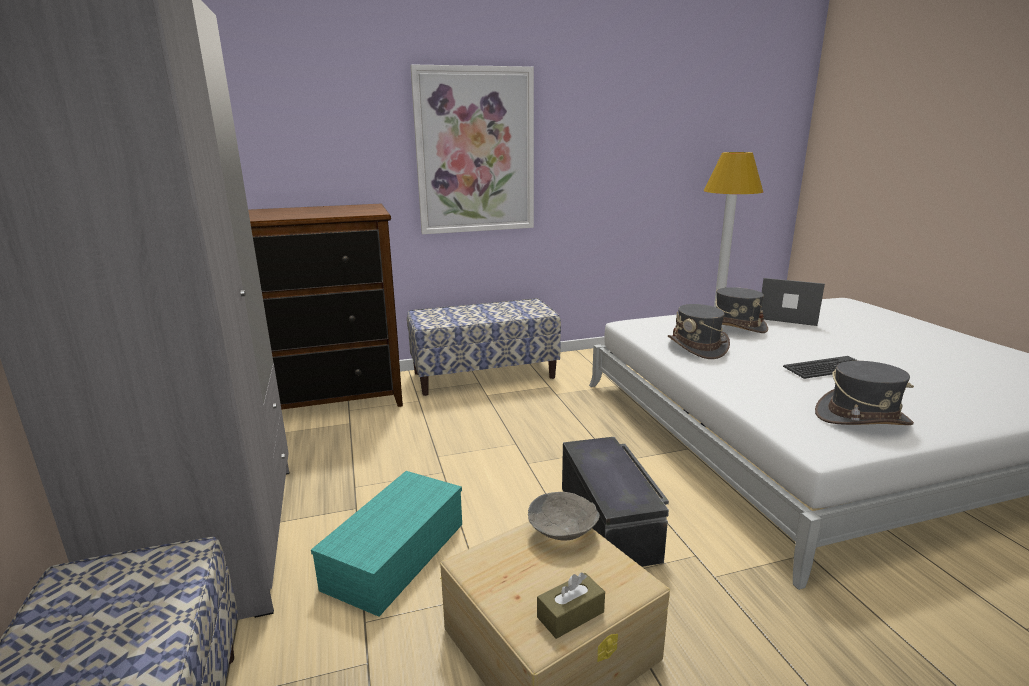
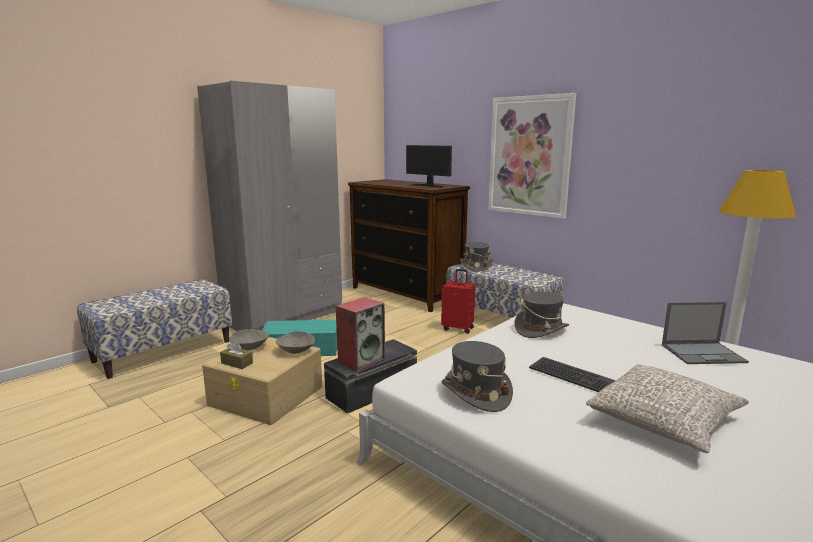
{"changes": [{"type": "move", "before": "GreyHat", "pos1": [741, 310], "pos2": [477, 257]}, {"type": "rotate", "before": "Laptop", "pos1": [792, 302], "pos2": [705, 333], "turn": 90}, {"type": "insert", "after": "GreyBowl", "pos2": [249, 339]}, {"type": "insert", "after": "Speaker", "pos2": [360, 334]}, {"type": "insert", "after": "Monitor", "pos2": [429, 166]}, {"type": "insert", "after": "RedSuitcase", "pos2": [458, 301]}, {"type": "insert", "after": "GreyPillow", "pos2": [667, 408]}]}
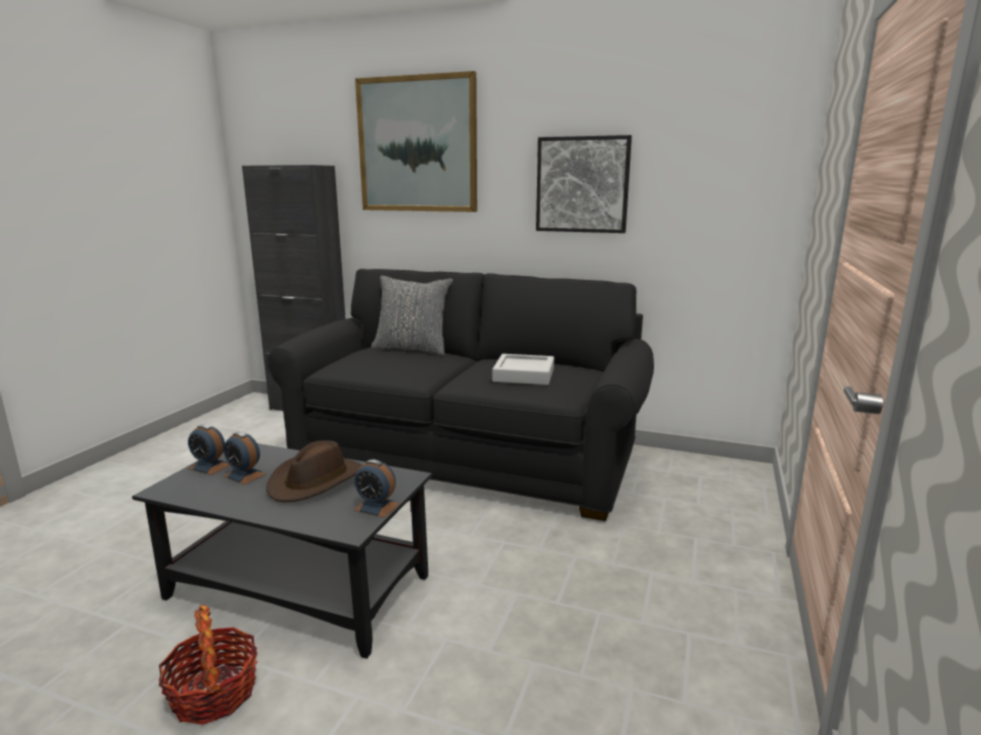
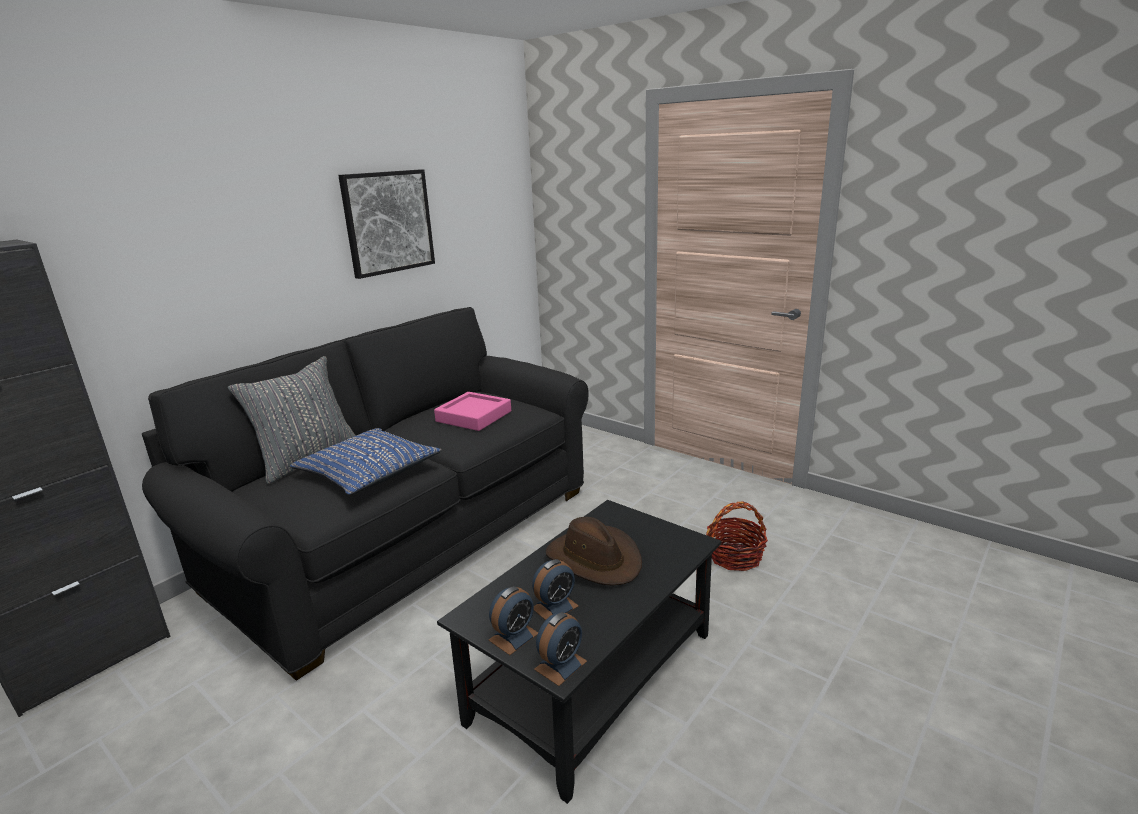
{"changes": [{"type": "move", "before": "Basket", "pos1": [208, 665], "pos2": [737, 536]}, {"type": "move", "before": "AlarmClock", "pos1": [376, 488], "pos2": [560, 649]}, {"type": "delete", "before": "Picture", "pos1": [416, 141]}, {"type": "recolor", "before": "GreyTray", "after": "PinkTray", "pos1": [523, 369], "pos2": [472, 411]}, {"type": "insert", "after": "BluePillow", "pos2": [366, 461]}]}
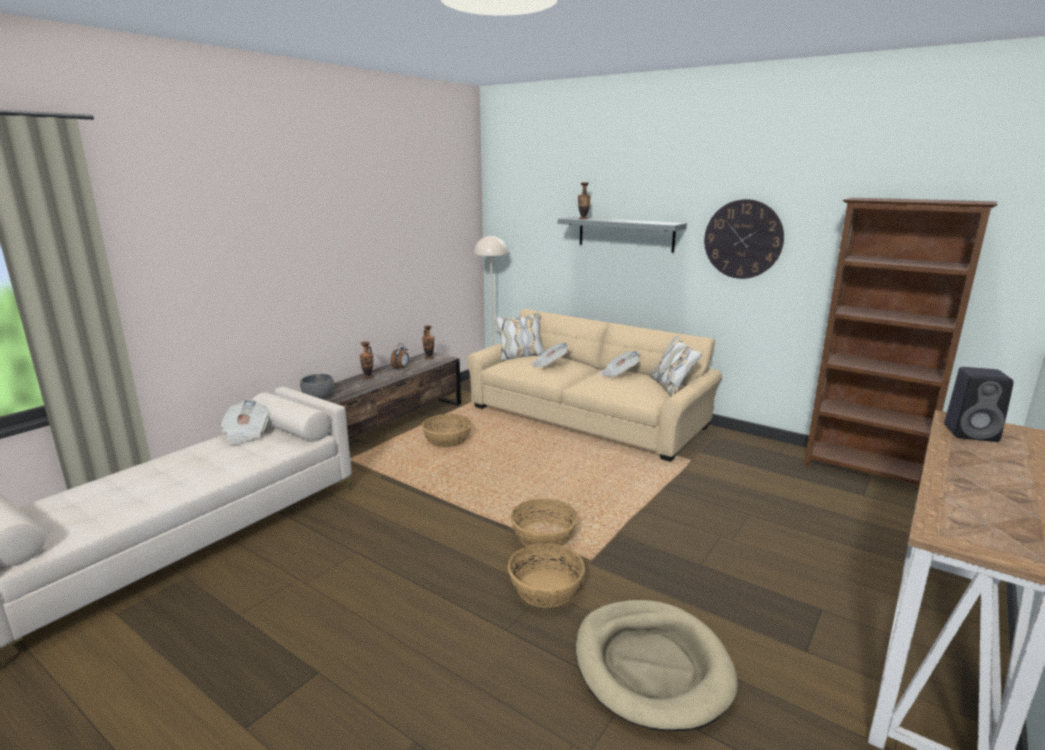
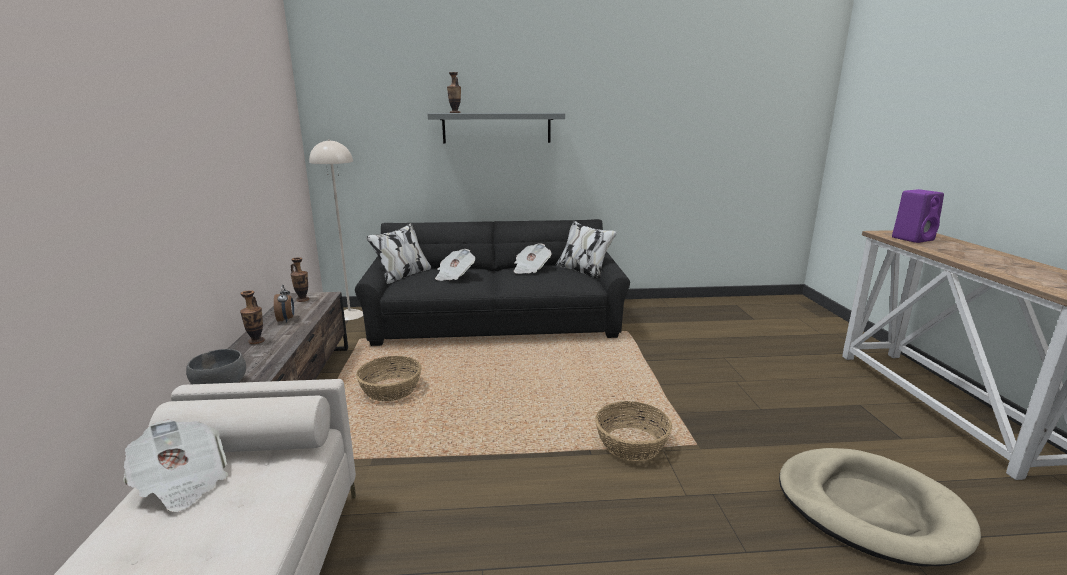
{"changes": [{"type": "recolor", "before": "BeigeSofa", "after": "BlackSofa", "pos1": [594, 385], "pos2": [492, 282]}, {"type": "delete", "before": "Basket", "pos1": [546, 575]}, {"type": "delete", "before": "WallClock", "pos1": [744, 239]}, {"type": "delete", "before": "BrownBookcase", "pos1": [901, 345]}, {"type": "recolor", "before": "BlackSpeaker", "after": "PurpleSpeaker", "pos1": [979, 404], "pos2": [918, 216]}]}
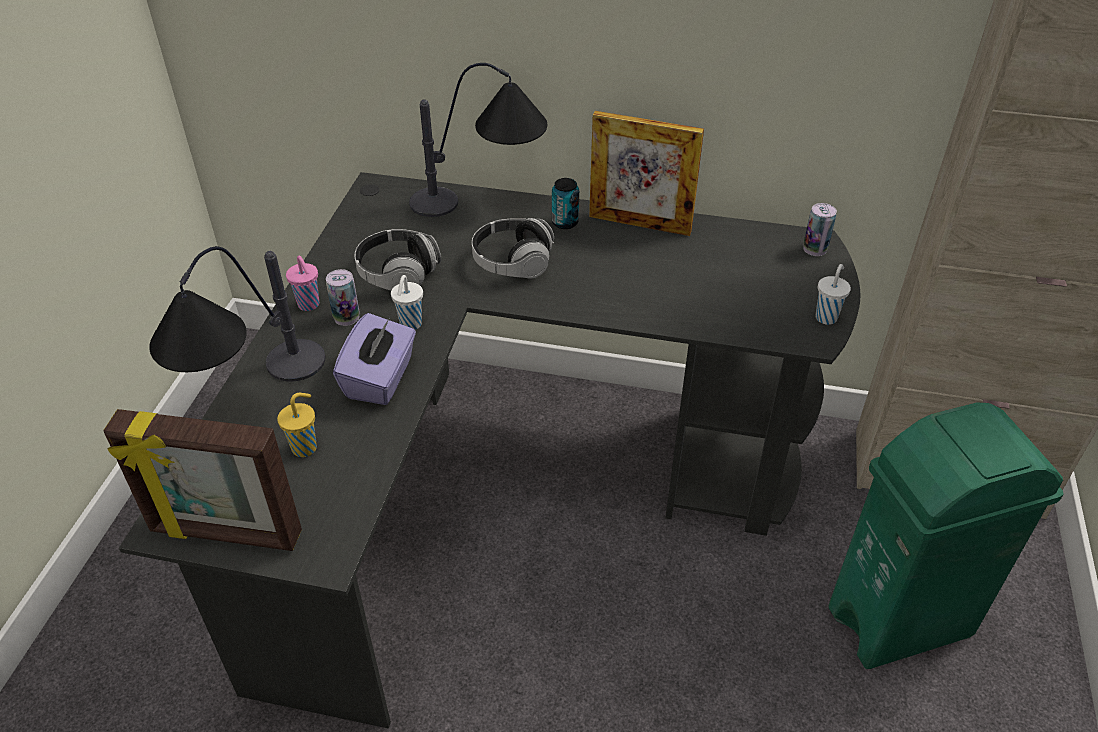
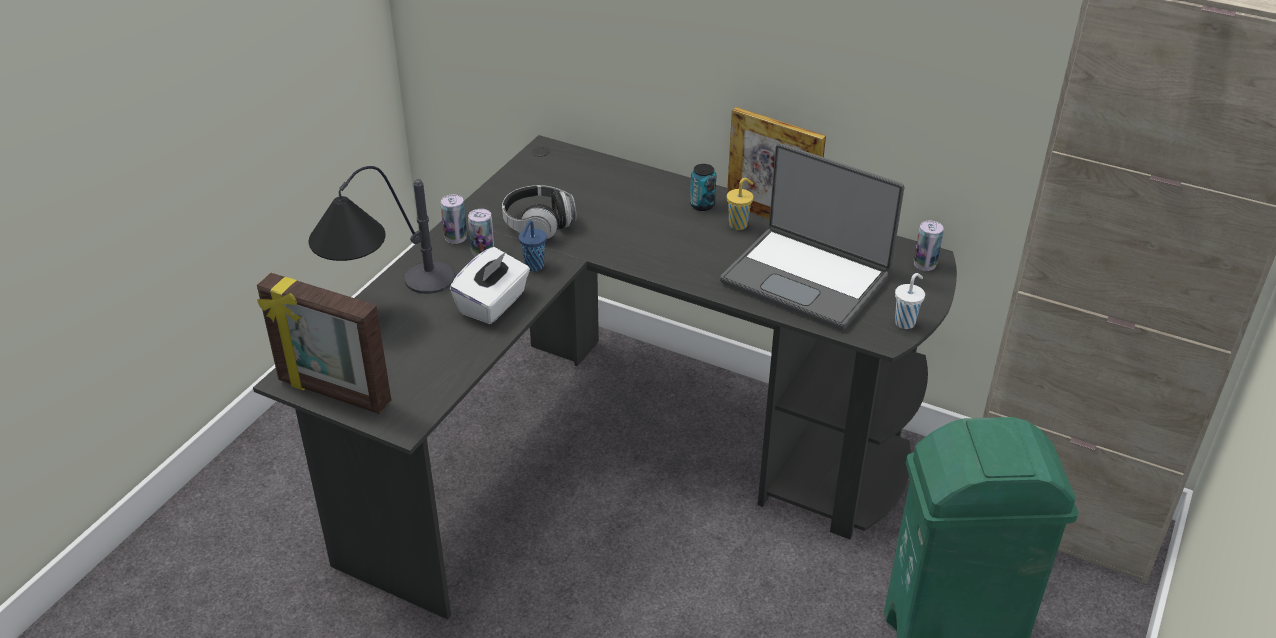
{"changes": [{"type": "move", "before": "YellowCup", "pos1": [297, 425], "pos2": [740, 204]}, {"type": "replace", "before": "PinkCup", "after": "Can", "pos1": [302, 283], "pos2": [454, 219]}, {"type": "recolor", "before": "PurpleTissueBox", "after": "WhiteTissueBox", "pos1": [374, 359], "pos2": [490, 285]}, {"type": "recolor", "before": "WhiteCup", "after": "BlueCup", "pos1": [407, 302], "pos2": [533, 245]}, {"type": "delete", "before": "TableLamp", "pos1": [478, 140]}, {"type": "delete", "before": "Headphones", "pos1": [513, 248]}, {"type": "insert", "after": "Laptop", "pos2": [812, 236]}]}
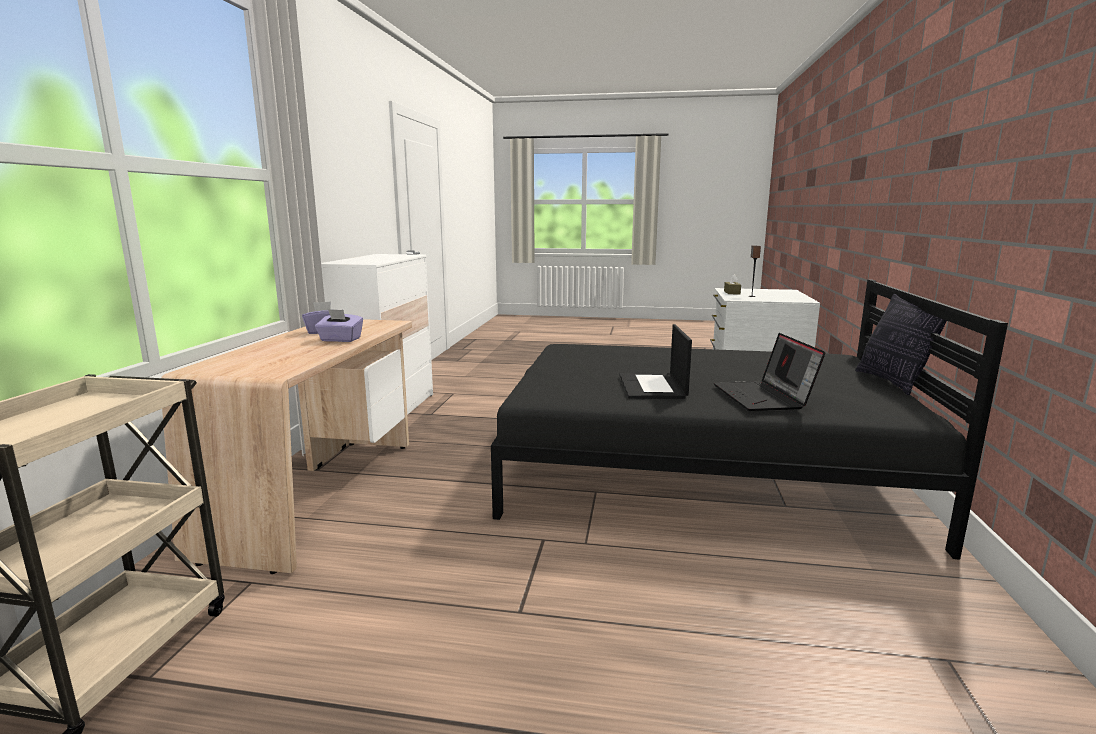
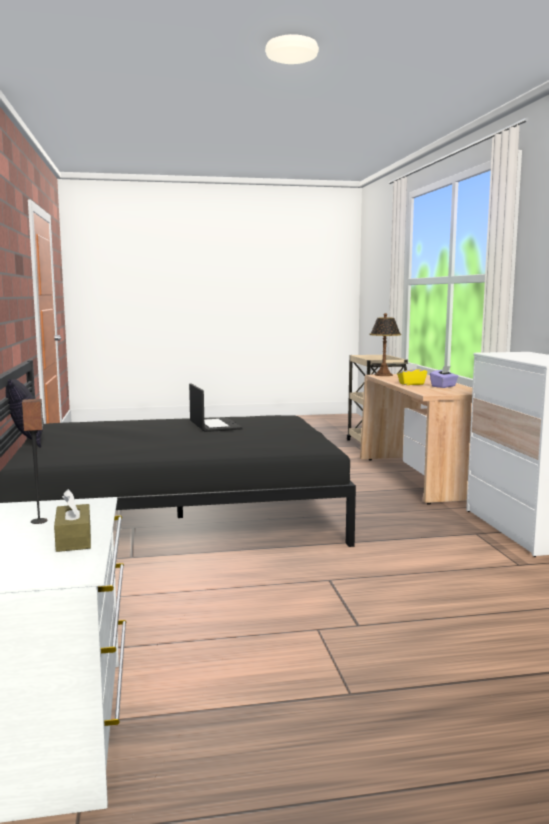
{"changes": [{"type": "recolor", "before": "PurpleTissueBox", "after": "YellowTissueBox", "pos1": [339, 325], "pos2": [412, 374]}, {"type": "delete", "before": "Laptop", "pos1": [769, 372]}, {"type": "insert", "after": "TableLamp", "pos2": [385, 344]}]}
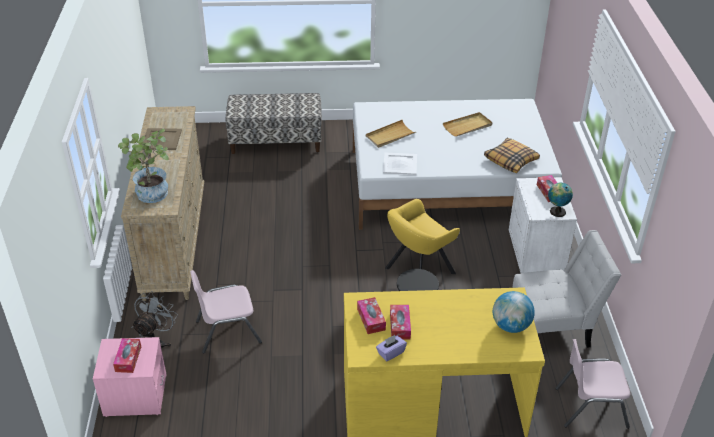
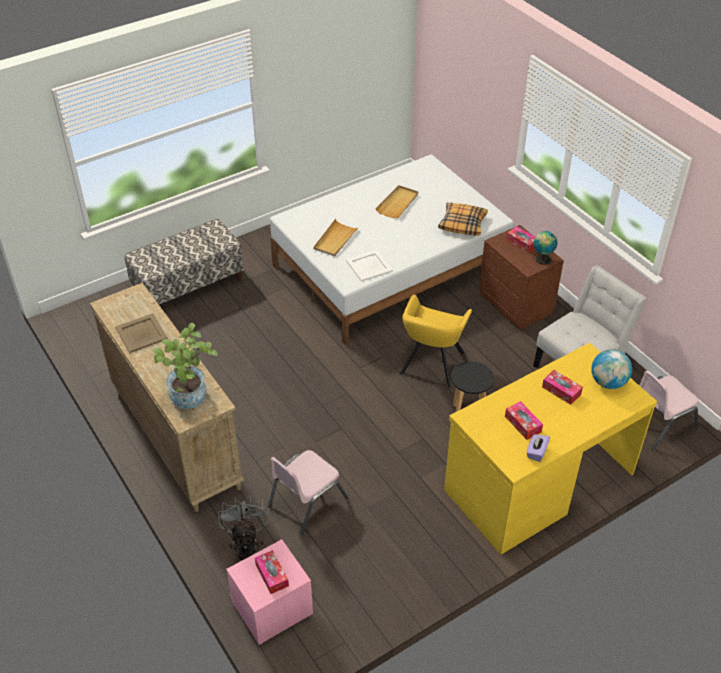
{"changes": [{"type": "move", "before": "TissueBox", "pos1": [371, 315], "pos2": [562, 387]}, {"type": "recolor", "before": "WhiteNightstand", "after": "BrownNightstand", "pos1": [543, 225], "pos2": [521, 277]}]}
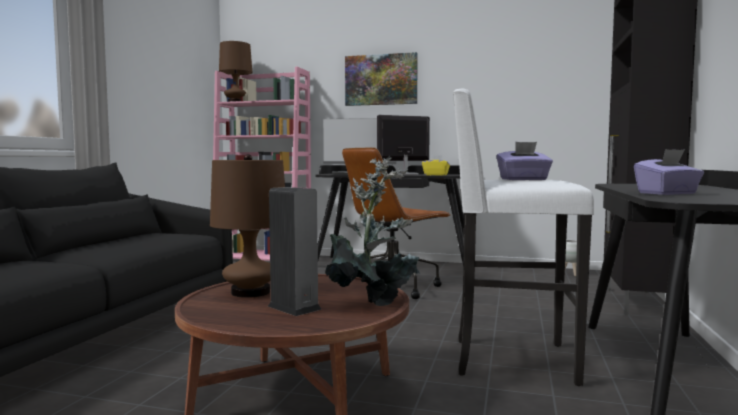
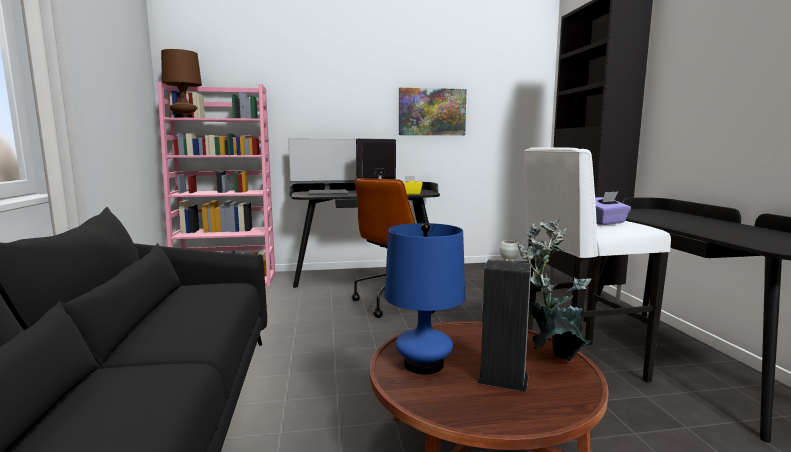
{"changes": [{"type": "recolor", "before": "BrownTableLamp", "after": "BlueTableLamp", "pos1": [247, 226], "pos2": [425, 299]}, {"type": "move", "before": "Picture", "pos1": [381, 79], "pos2": [433, 111]}, {"type": "delete", "before": "PurpleTissueBox", "pos1": [669, 172]}]}
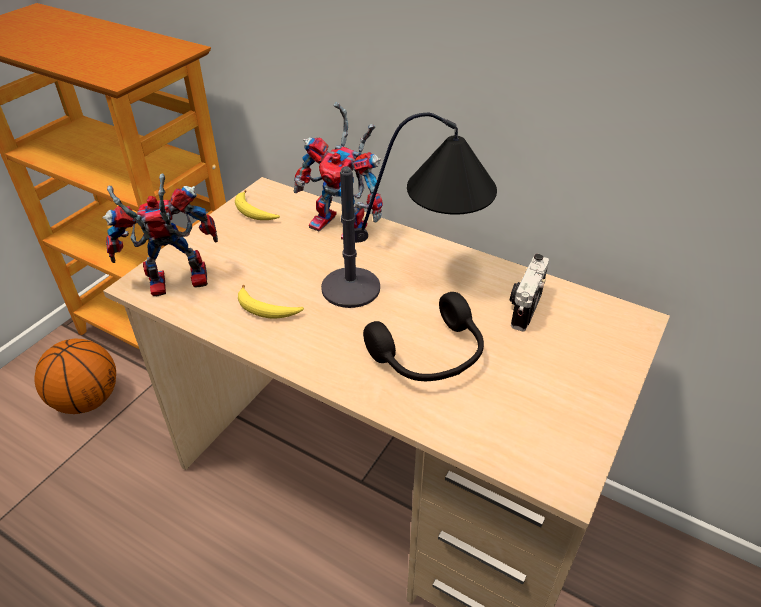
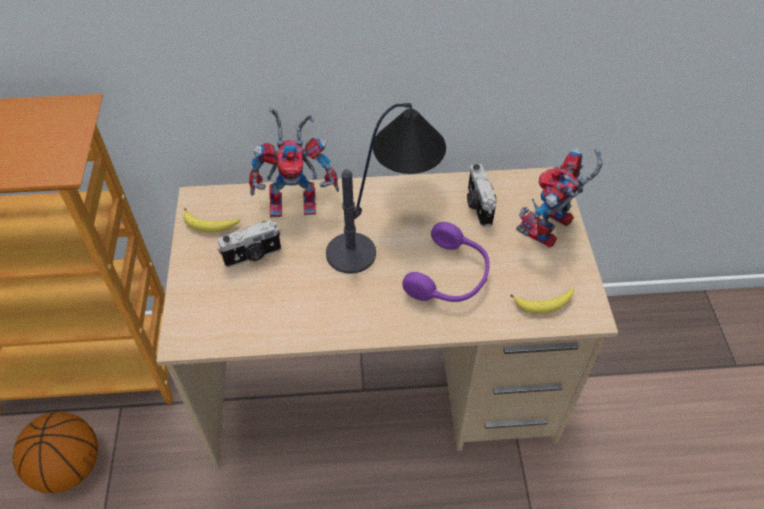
{"changes": [{"type": "move", "before": "ToyRobot", "pos1": [160, 235], "pos2": [559, 197]}, {"type": "move", "before": "Banana", "pos1": [271, 302], "pos2": [542, 301]}, {"type": "recolor", "before": "BlackHeadphones", "after": "PurpleHeadphones", "pos1": [423, 336], "pos2": [446, 262]}, {"type": "insert", "after": "PhotoCamera", "pos2": [249, 244]}]}
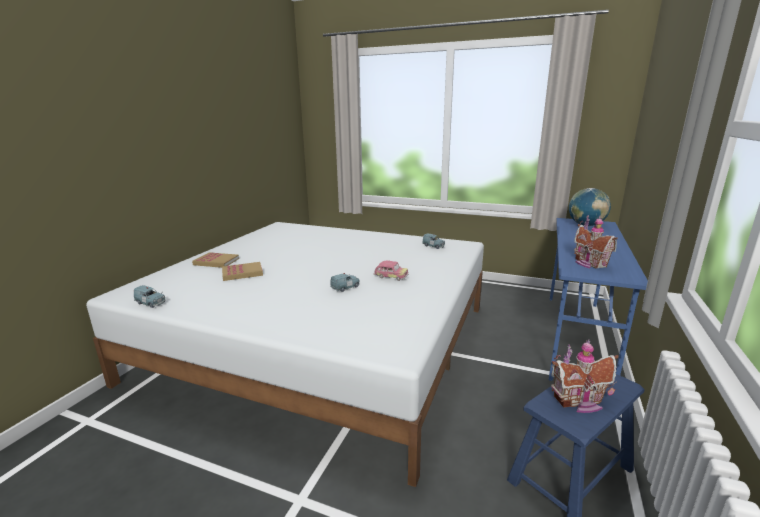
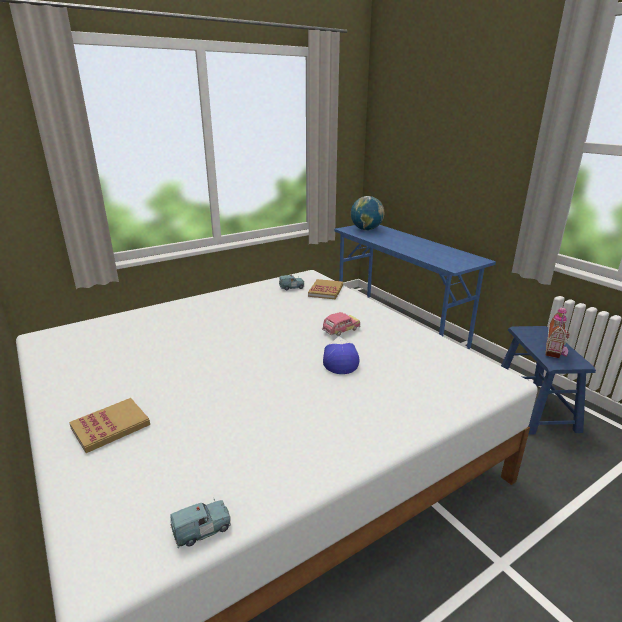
{"changes": [{"type": "move", "before": "Book", "pos1": [242, 271], "pos2": [325, 289]}, {"type": "replace", "before": "BlueToyCar", "after": "Cap", "pos1": [345, 282], "pos2": [341, 355]}, {"type": "delete", "before": "ToyHouse", "pos1": [596, 242]}]}
